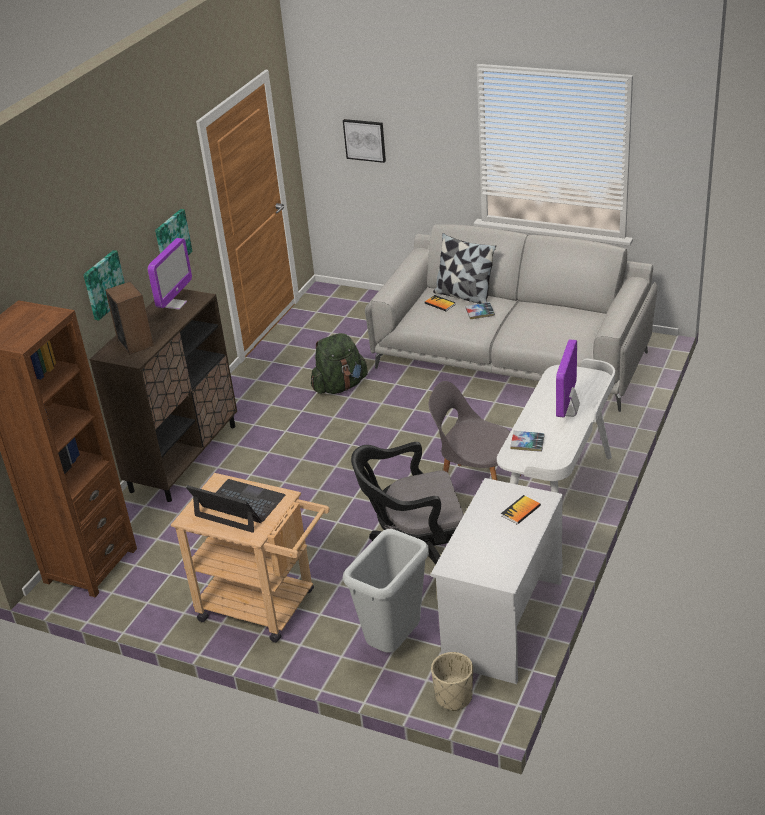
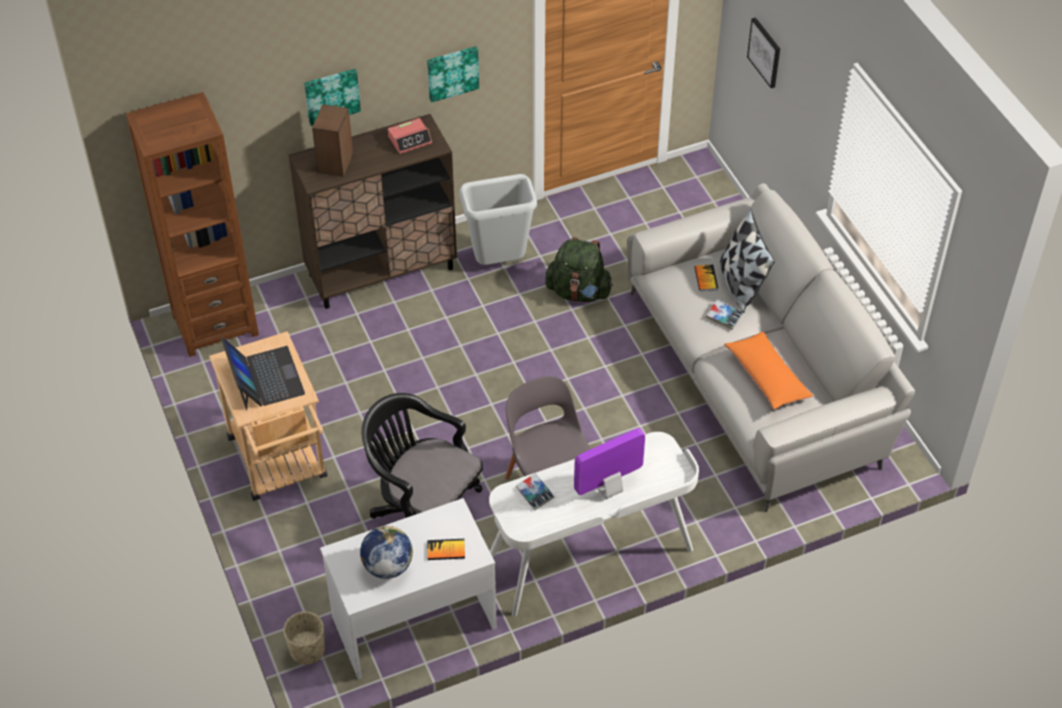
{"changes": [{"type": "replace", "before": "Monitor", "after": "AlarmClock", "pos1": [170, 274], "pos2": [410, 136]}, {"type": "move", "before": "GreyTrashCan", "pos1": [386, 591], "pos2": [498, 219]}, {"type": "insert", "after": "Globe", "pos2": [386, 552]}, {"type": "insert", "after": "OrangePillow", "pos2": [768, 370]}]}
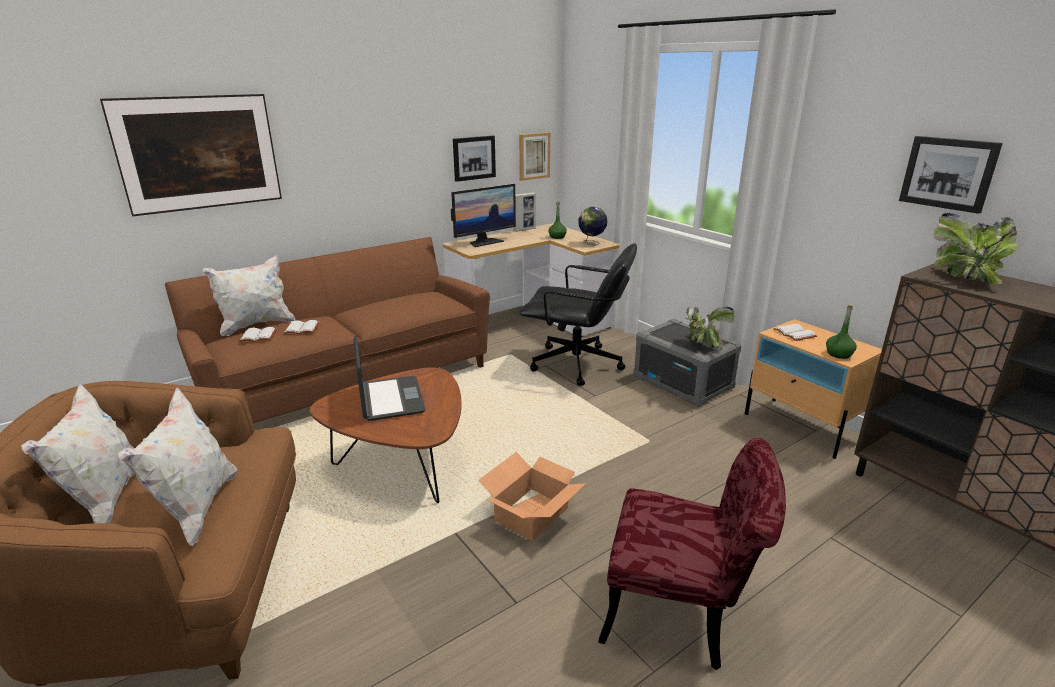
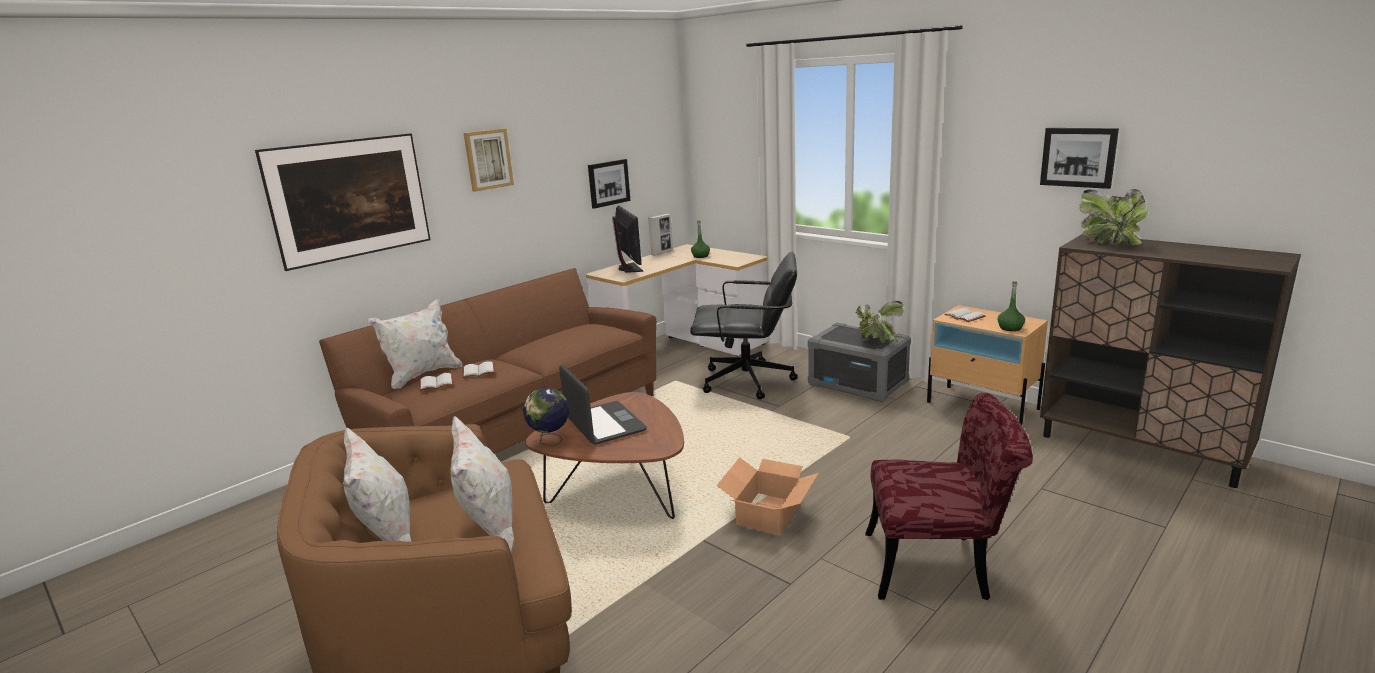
{"changes": [{"type": "rotate", "before": "Monitor", "pos1": [483, 215], "pos2": [627, 239], "turn": -60}, {"type": "move", "before": "Picture", "pos1": [534, 156], "pos2": [489, 160]}, {"type": "move", "before": "Globe", "pos1": [592, 226], "pos2": [546, 416]}]}
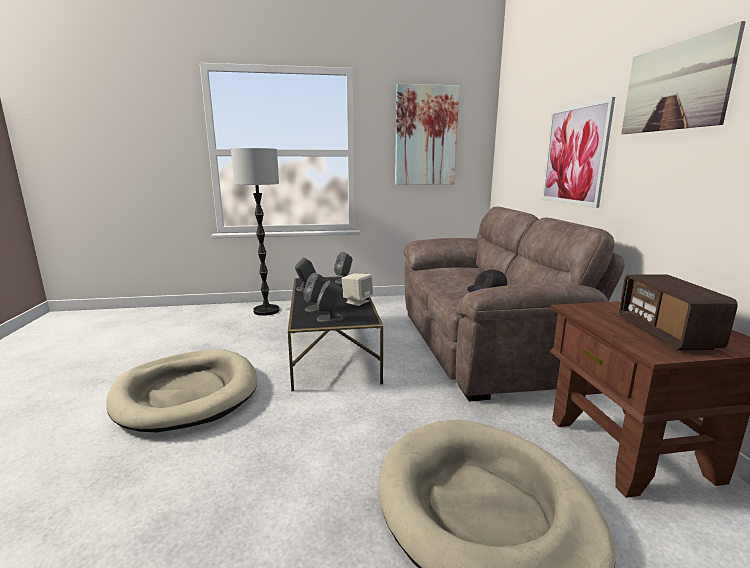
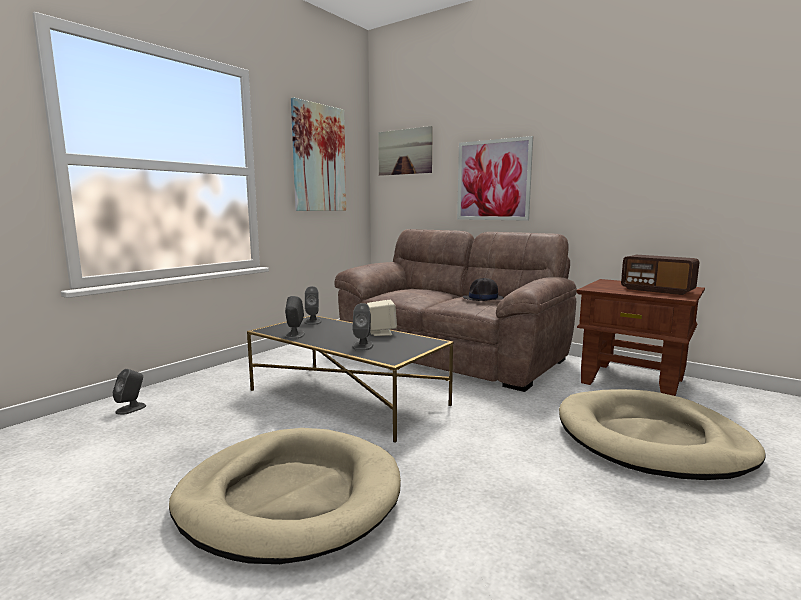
{"changes": [{"type": "delete", "before": "FloorLamp", "pos1": [255, 232]}, {"type": "move", "before": "GreySpeaker", "pos1": [330, 301], "pos2": [129, 392]}, {"type": "move", "before": "Picture", "pos1": [683, 77], "pos2": [405, 151]}]}
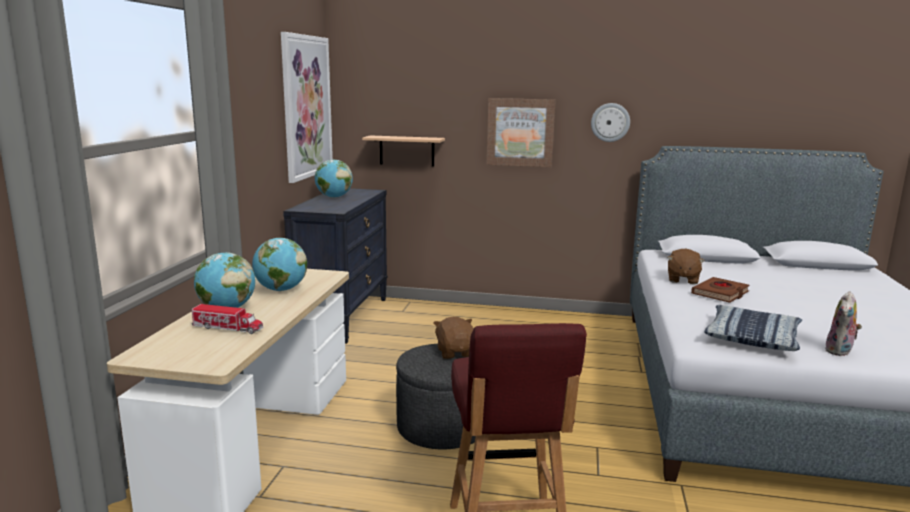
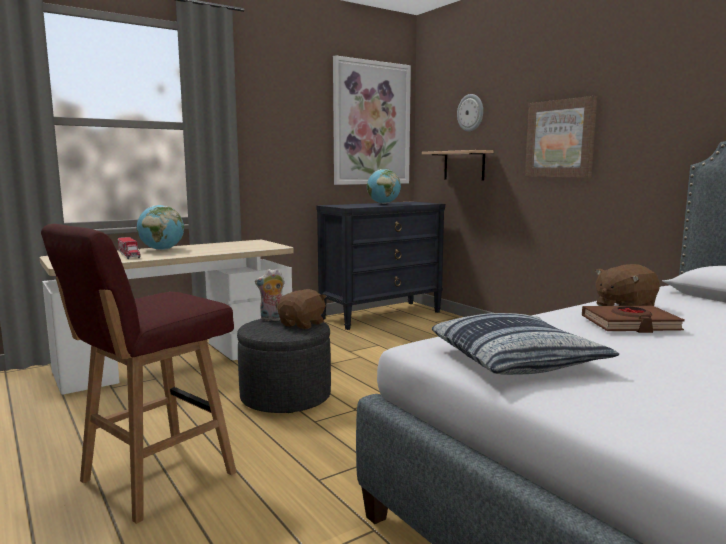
{"changes": [{"type": "delete", "before": "Globe", "pos1": [279, 264]}, {"type": "move", "before": "WallClock", "pos1": [610, 122], "pos2": [470, 113]}, {"type": "move", "before": "PlushToy", "pos1": [843, 323], "pos2": [270, 295]}]}
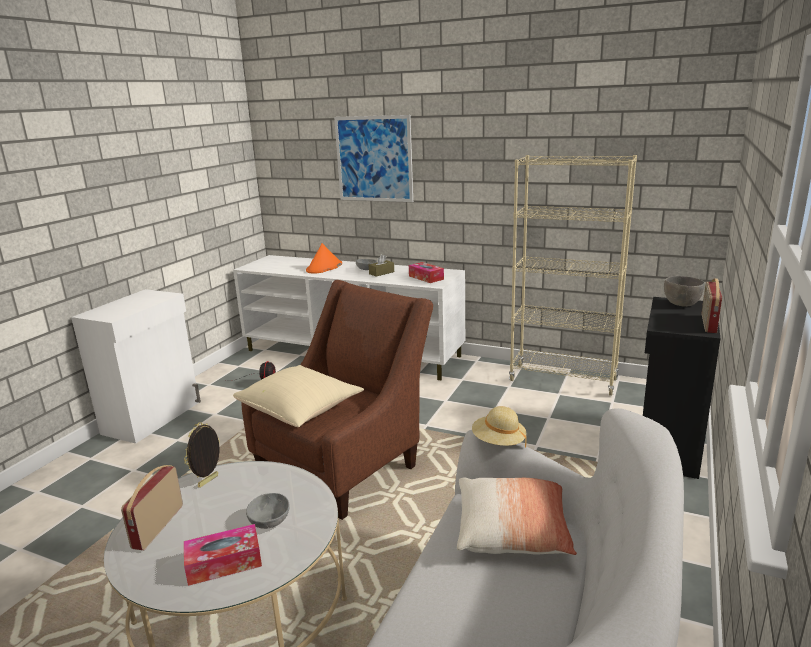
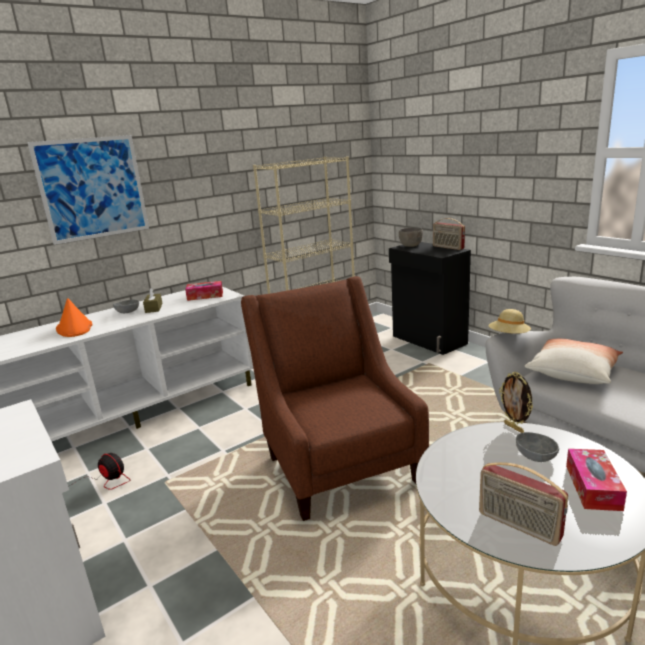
{"changes": [{"type": "move", "before": "PictureFrame", "pos1": [202, 454], "pos2": [516, 402]}, {"type": "delete", "before": "BeigePillow", "pos1": [298, 396]}]}
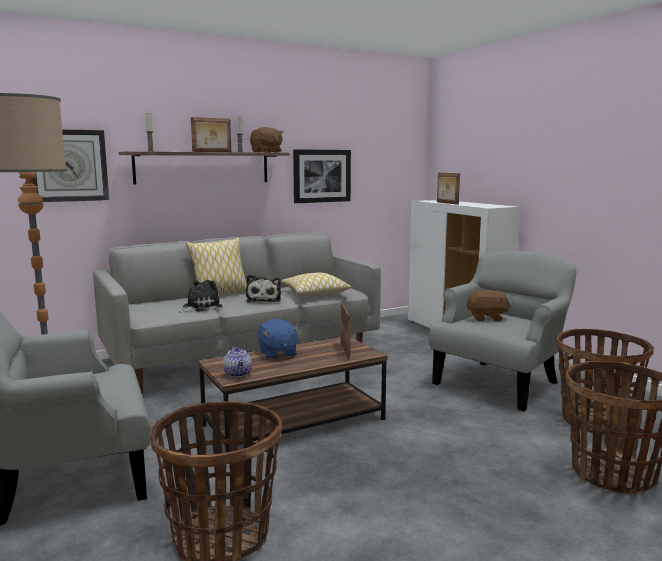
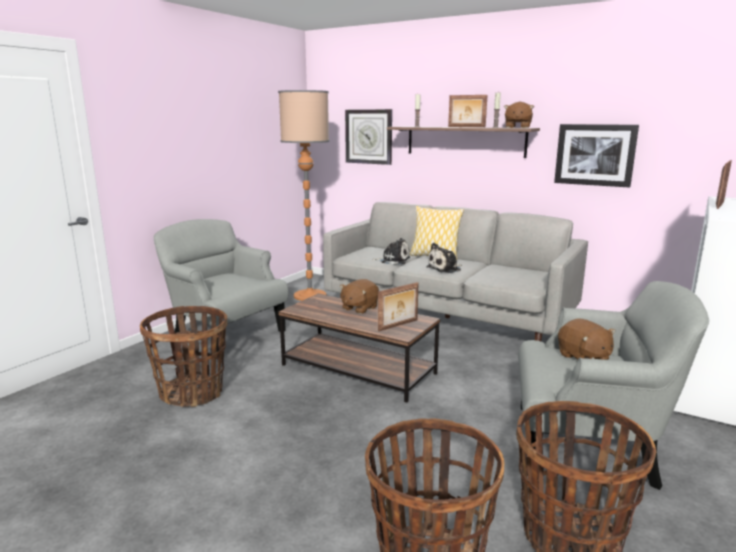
{"changes": [{"type": "delete", "before": "Teapot", "pos1": [237, 362]}, {"type": "recolor", "before": "BluePlushToy", "after": "BrownPlushToy", "pos1": [279, 339], "pos2": [359, 296]}, {"type": "delete", "before": "Pillow", "pos1": [316, 284]}]}
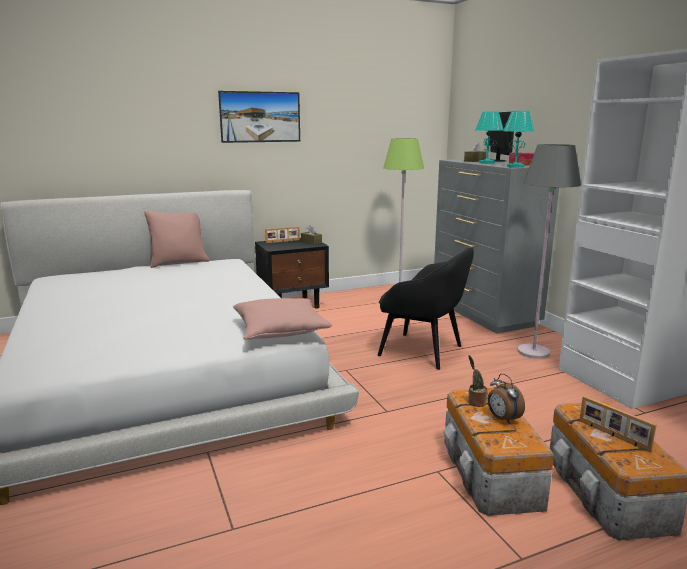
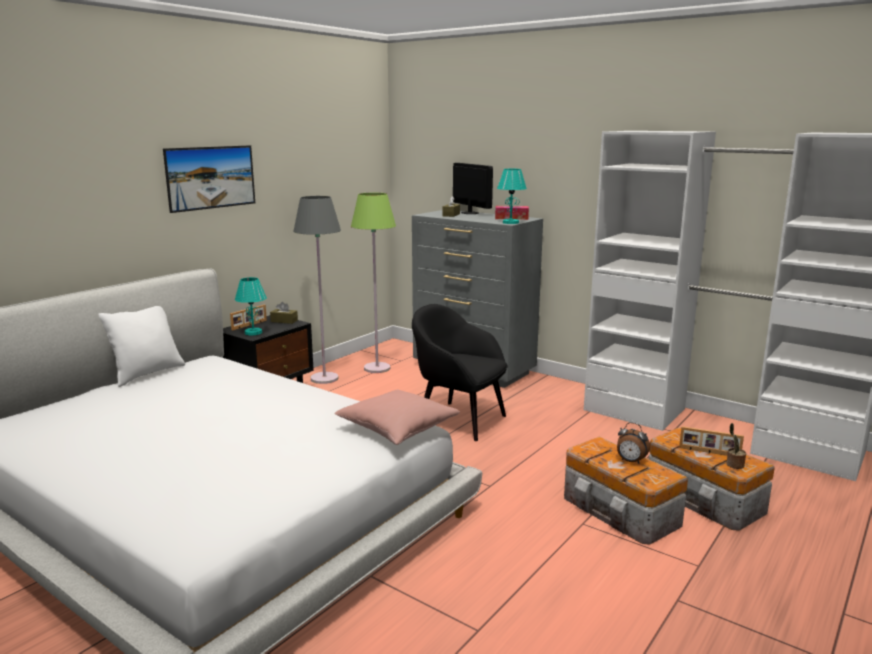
{"changes": [{"type": "recolor", "before": "PinkPillow", "after": "WhitePillow", "pos1": [176, 239], "pos2": [141, 346]}, {"type": "rotate", "before": "BlackArmchair", "pos1": [426, 309], "pos2": [460, 372], "turn": -150}, {"type": "move", "before": "PottedPlant", "pos1": [478, 381], "pos2": [736, 446]}, {"type": "move", "before": "TurquoiseTableLamp", "pos1": [489, 138], "pos2": [251, 306]}, {"type": "move", "before": "GreyFloorLamp", "pos1": [549, 251], "pos2": [317, 290]}]}
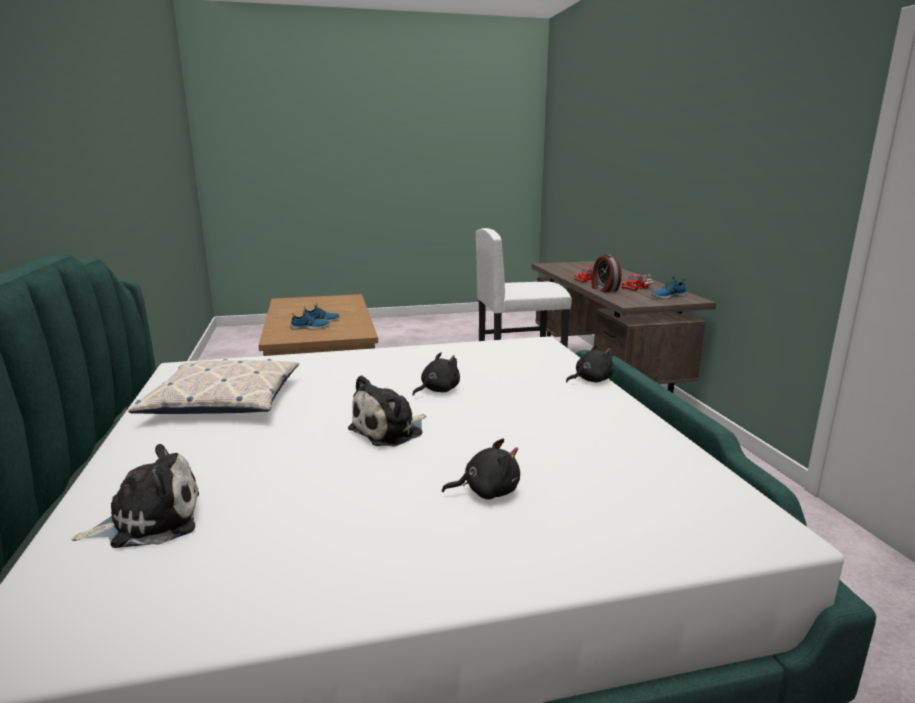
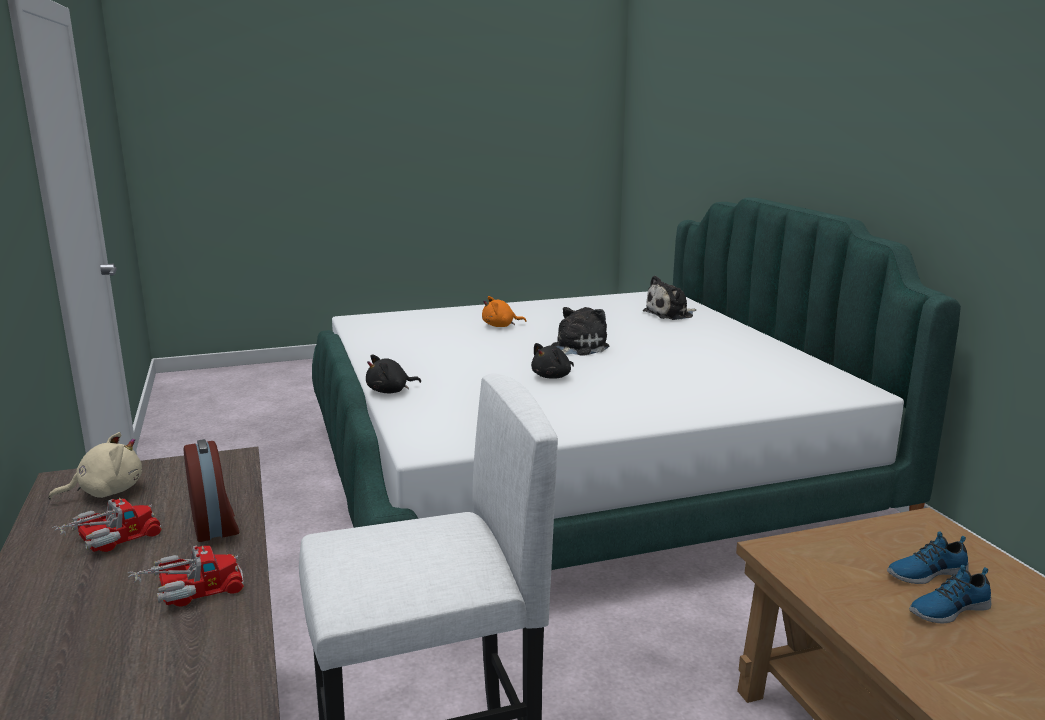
{"changes": [{"type": "delete", "before": "Pillow", "pos1": [213, 386]}, {"type": "recolor", "before": "BlackPlushToy", "after": "OrangePlushToy", "pos1": [481, 469], "pos2": [504, 311]}, {"type": "replace", "before": "Shoe", "after": "BeigePlushToy", "pos1": [668, 287], "pos2": [95, 466]}]}
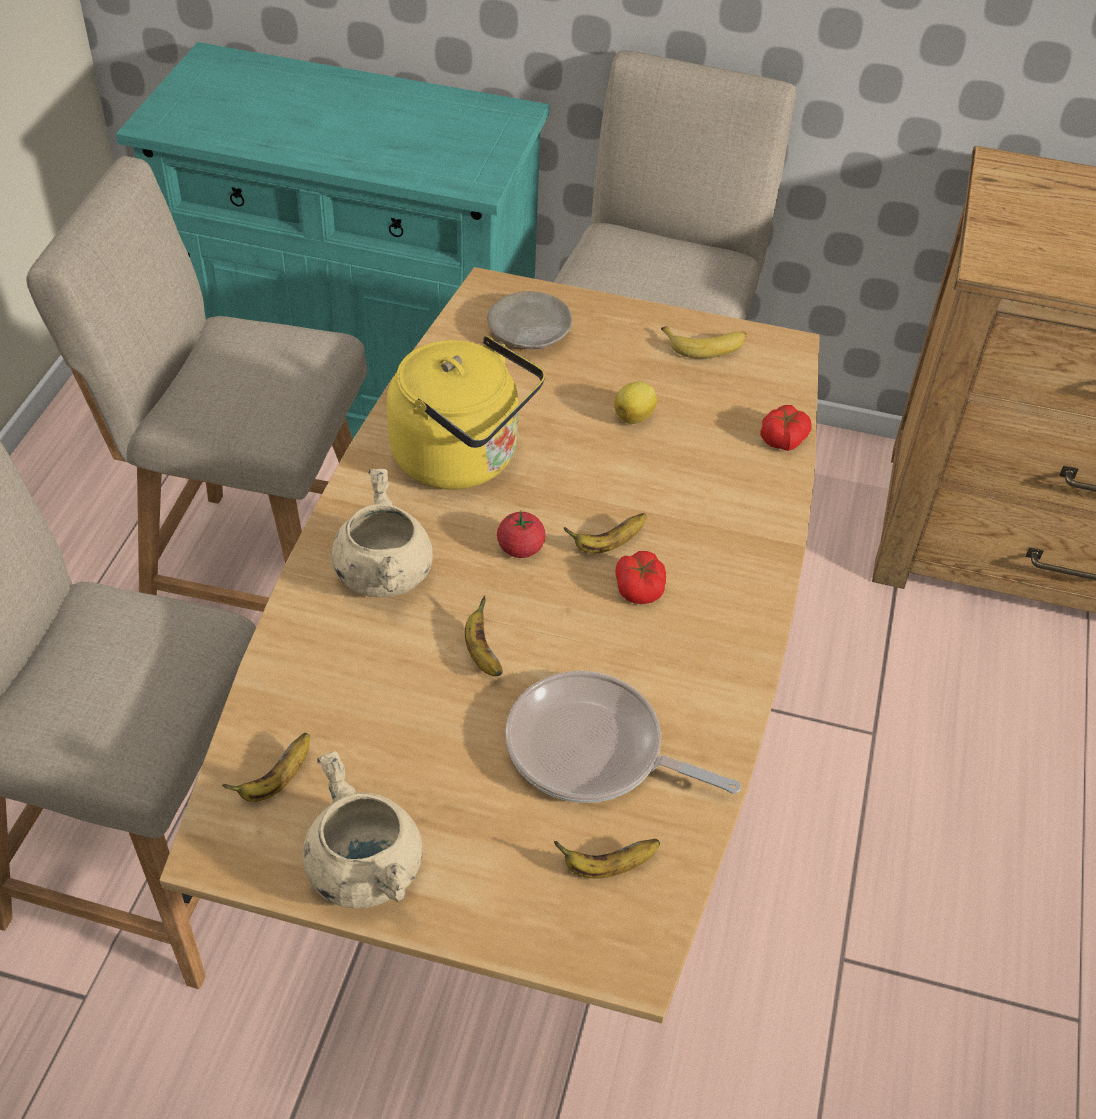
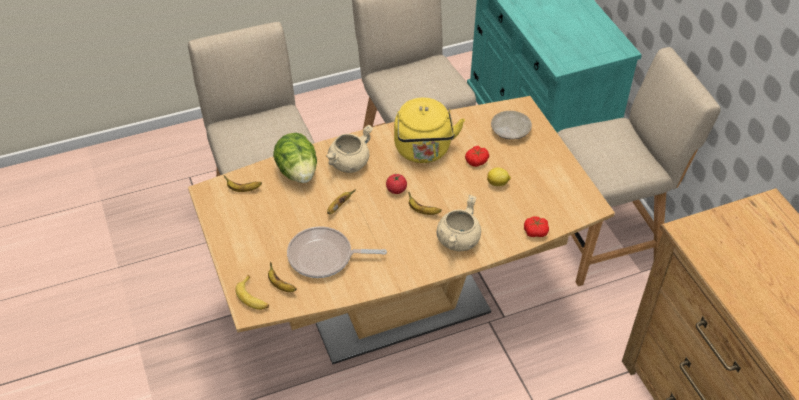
{"changes": [{"type": "move", "before": "BeigeCookingPot", "pos1": [363, 830], "pos2": [459, 223]}, {"type": "rotate", "before": "FryingPan", "pos1": [623, 737], "pos2": [337, 252], "turn": -75}, {"type": "move", "before": "Tomato", "pos1": [640, 577], "pos2": [477, 156]}, {"type": "move", "before": "Banana", "pos1": [704, 342], "pos2": [252, 292]}, {"type": "insert", "after": "Lettuce", "pos2": [295, 158]}]}
